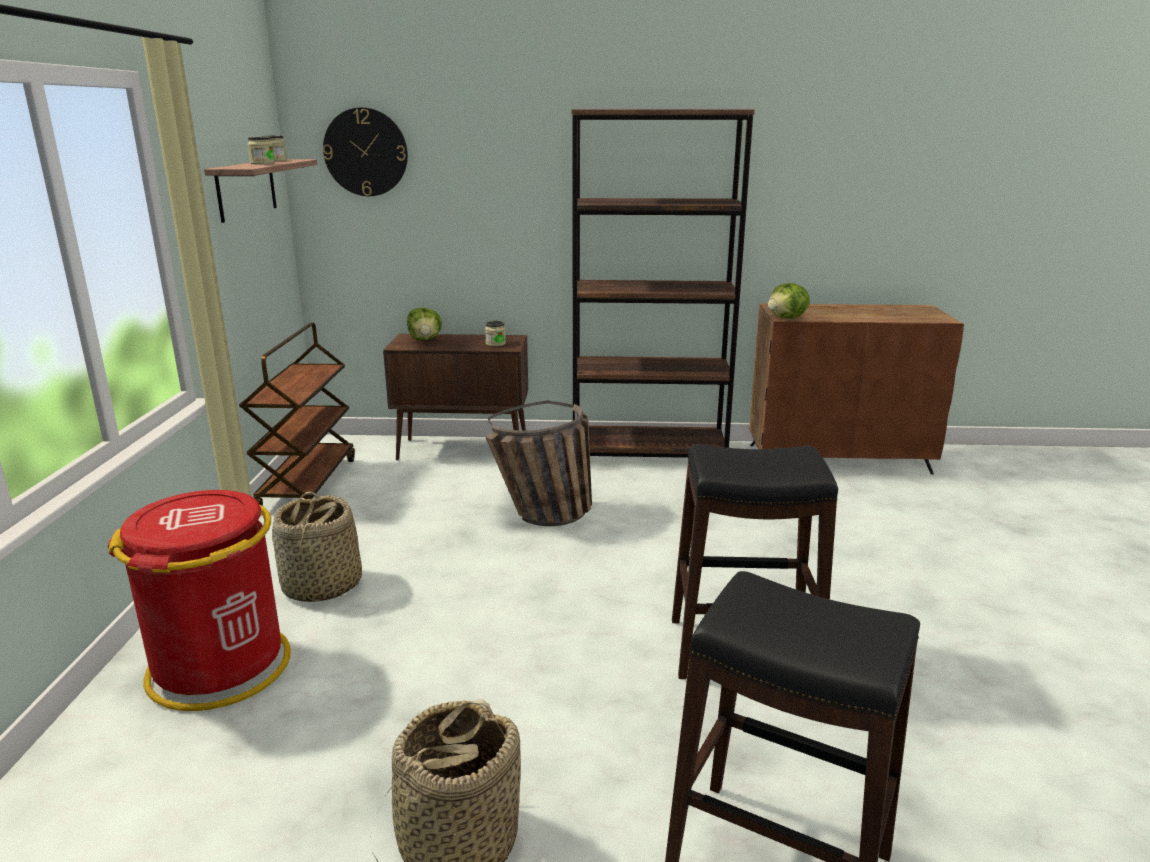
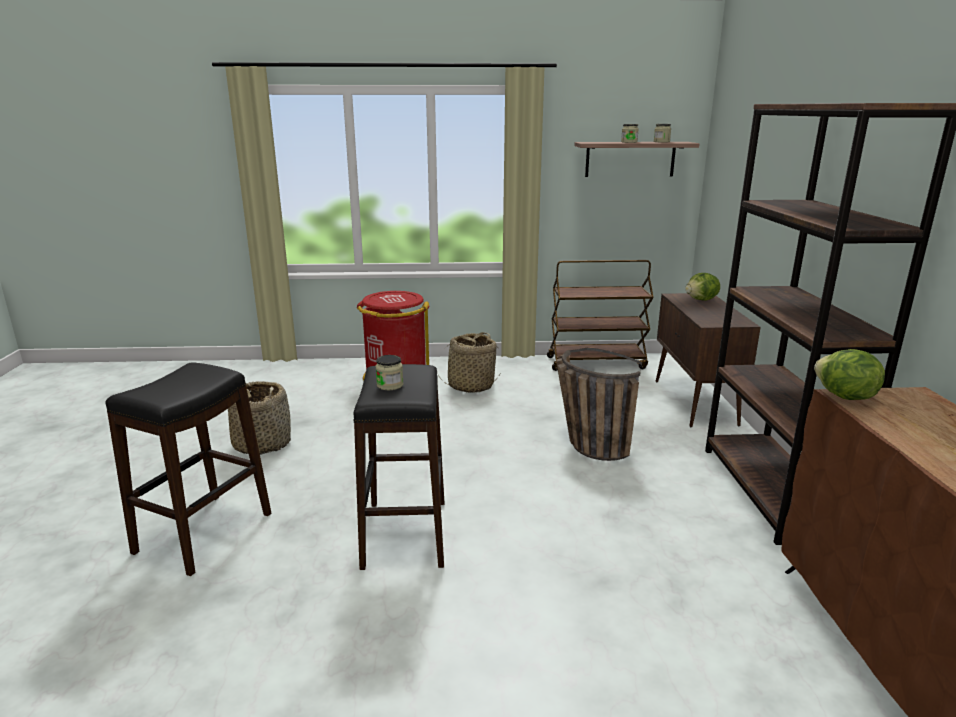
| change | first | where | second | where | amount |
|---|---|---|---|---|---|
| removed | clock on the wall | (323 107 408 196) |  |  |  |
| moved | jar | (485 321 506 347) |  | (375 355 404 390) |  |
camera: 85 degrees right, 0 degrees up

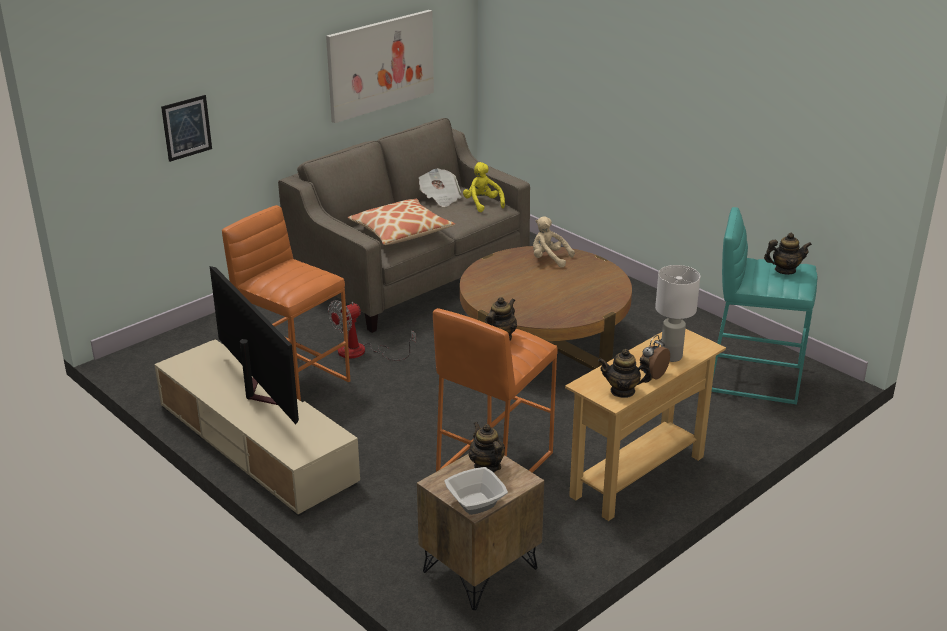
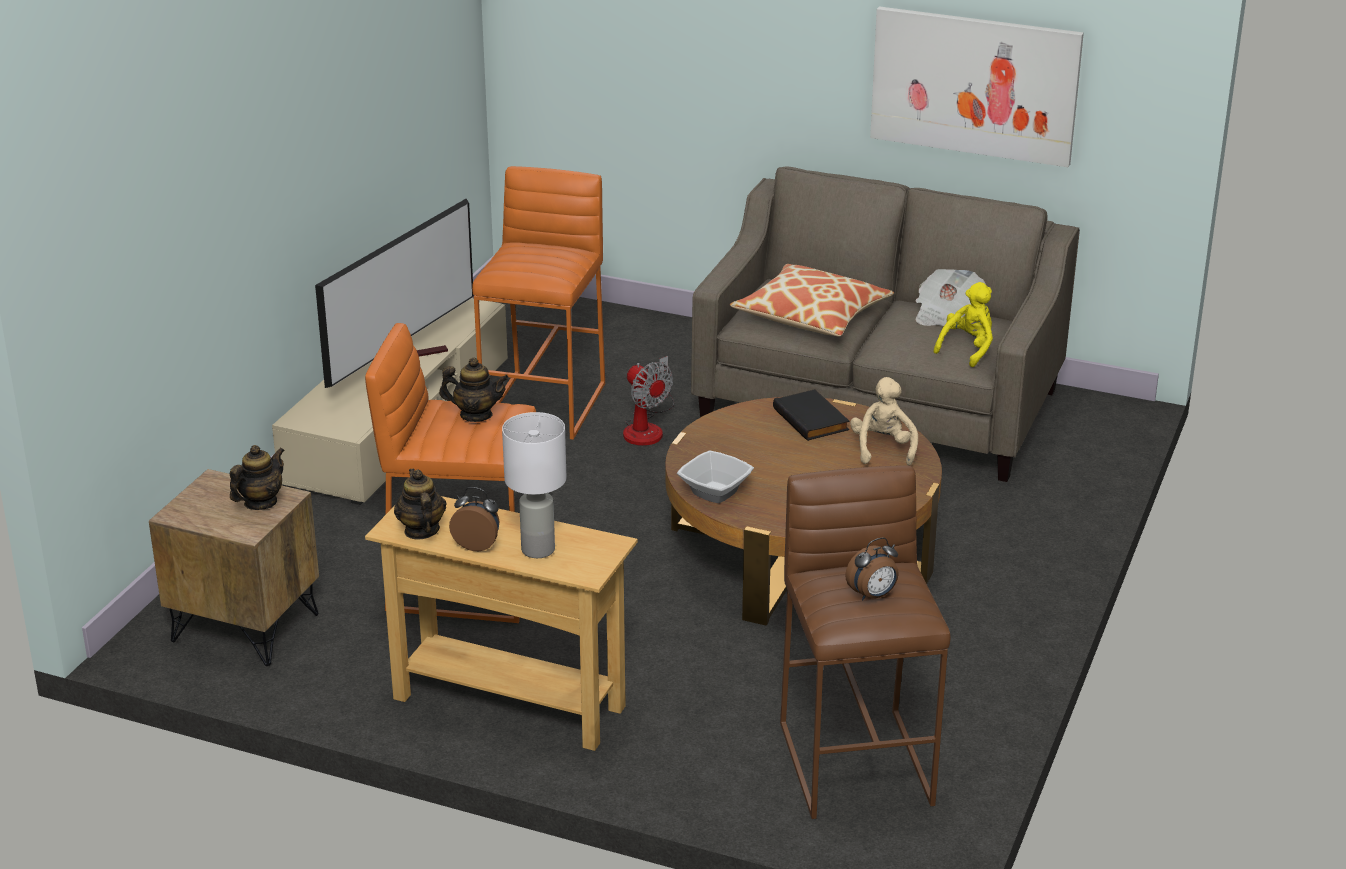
| change | first | where | second | where | amount |
|---|---|---|---|---|---|
| removed | wall art | (161 95 212 162) |  |  |  |
| turned | fan | (328 300 416 360) |  | (623 356 674 446) | 150 degrees counterclockwise |
| moved | deep dish | (444 467 508 515) |  | (677 451 754 503) |  |
| recoloured | turquoise-coloured stool seat | (712 207 817 405) | brownish stool seat | (780 465 951 819) |  |
| replaced | tea pot | (764 233 812 275) | alarm clock | (845 537 899 601) |  |
| added |  |  | black-coloured bound book | (773 389 849 441) |  |
camera: 65 degrees right, 0 degrees up

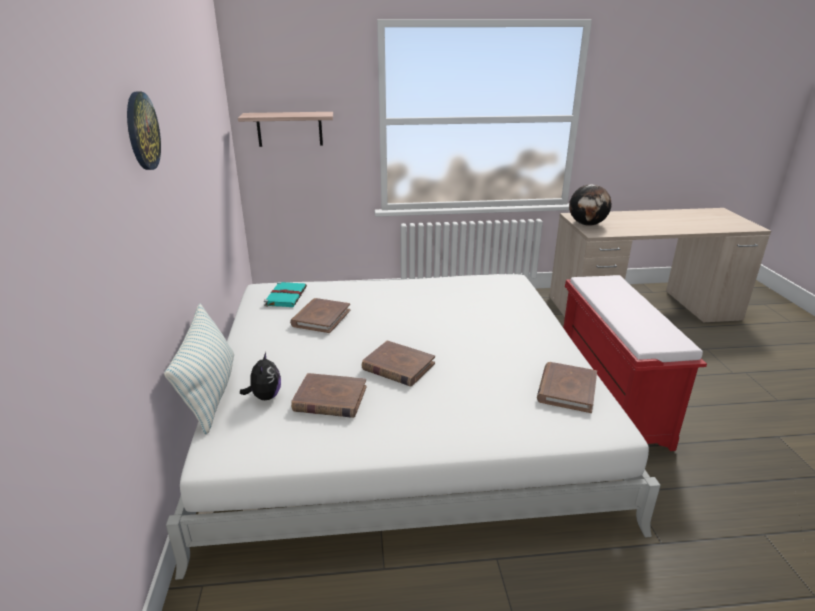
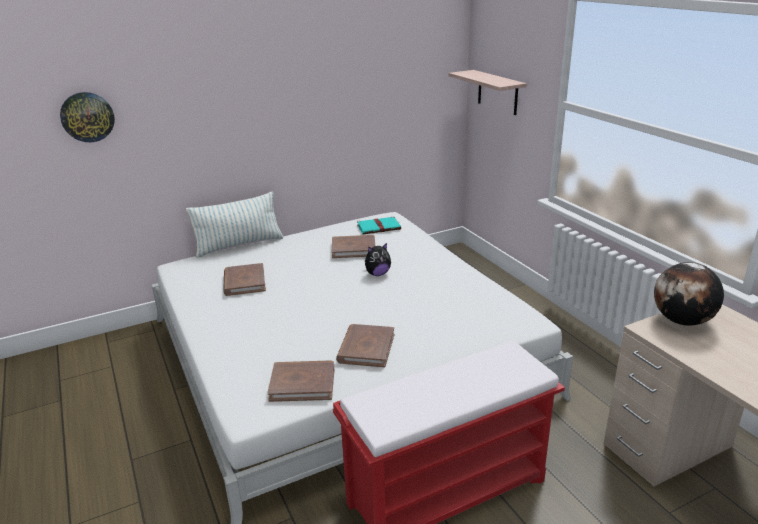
| change | first | where | second | where | amount |
|---|---|---|---|---|---|
| moved | clock on the wall | (127 92 161 170) |  | (60 92 115 142) |  |
| moved | plush toy | (240 352 281 400) |  | (365 243 391 276) |  |
| moved | brownish bound book | (362 341 435 387) |  | (336 324 394 367) |  |
camera: 70 degrees right, 0 degrees up

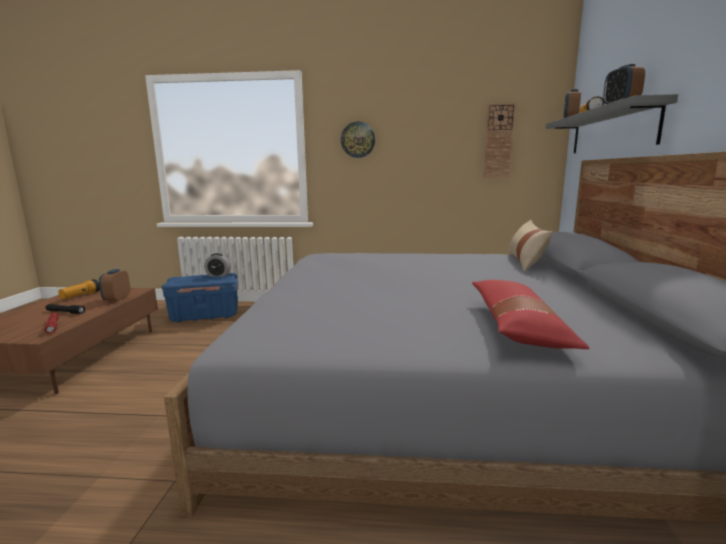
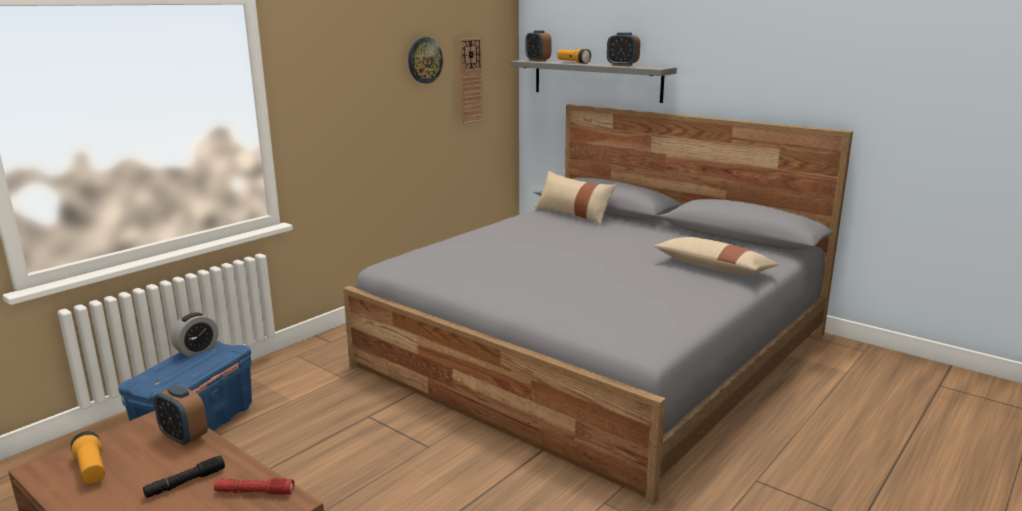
| change | first | where | second | where | amount |
|---|---|---|---|---|---|
| moved | clock on the wall | (341 122 375 158) |  | (408 37 443 84) |  |
| recoloured | red-coloured throw pillow | (472 280 589 349) | beige-coloured throw pillow | (654 237 779 275) |  |
camera: 55 degrees left, 5 degrees up

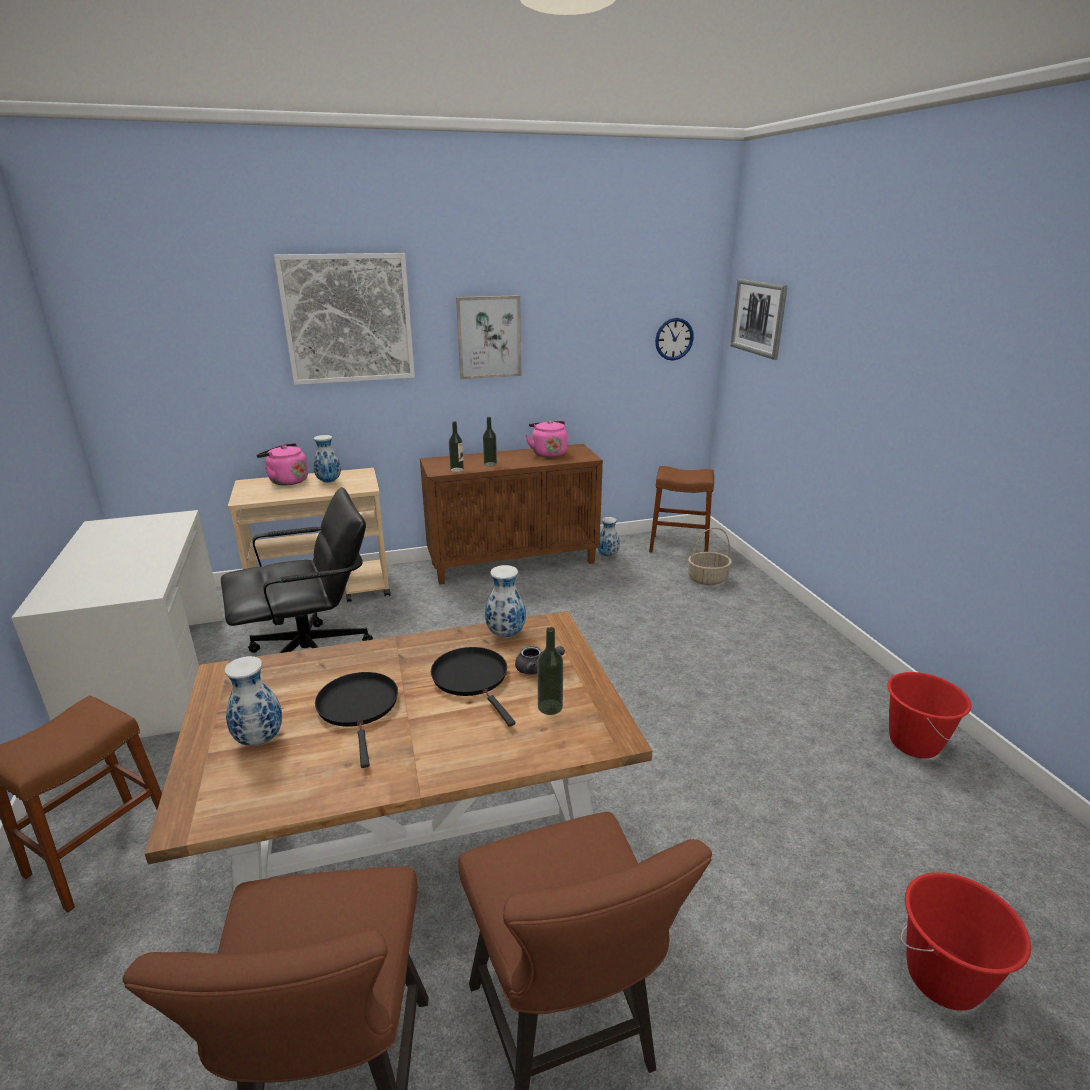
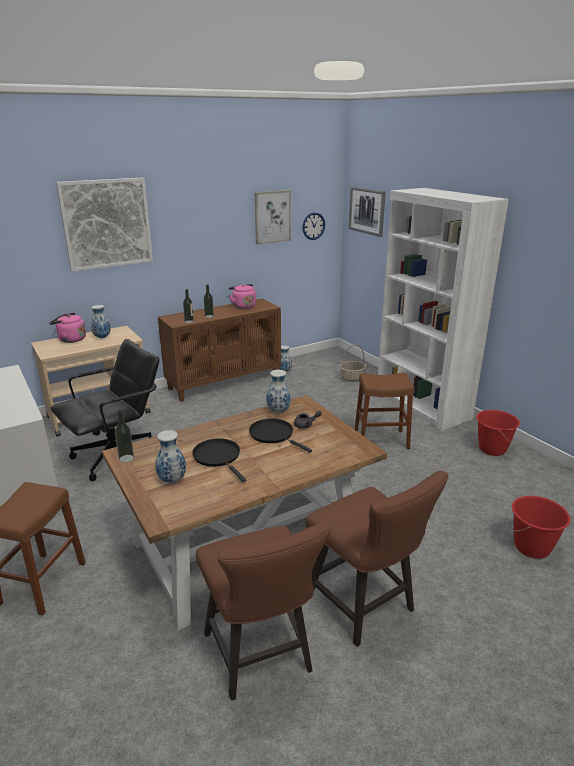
| change | first | where | second | where | amount |
|---|---|---|---|---|---|
| moved | wall art | (456 295 522 379) |  | (255 190 291 245) |  |
| moved | beverage bottle | (537 627 563 715) |  | (115 410 134 463) |  |
| moved | brownish stool seat | (649 466 714 553) |  | (354 373 414 449) |  |
| added |  |  | white-coloured shelving unit | (378 188 509 431) |  |
camera: 15 degrees left, 0 degrees up

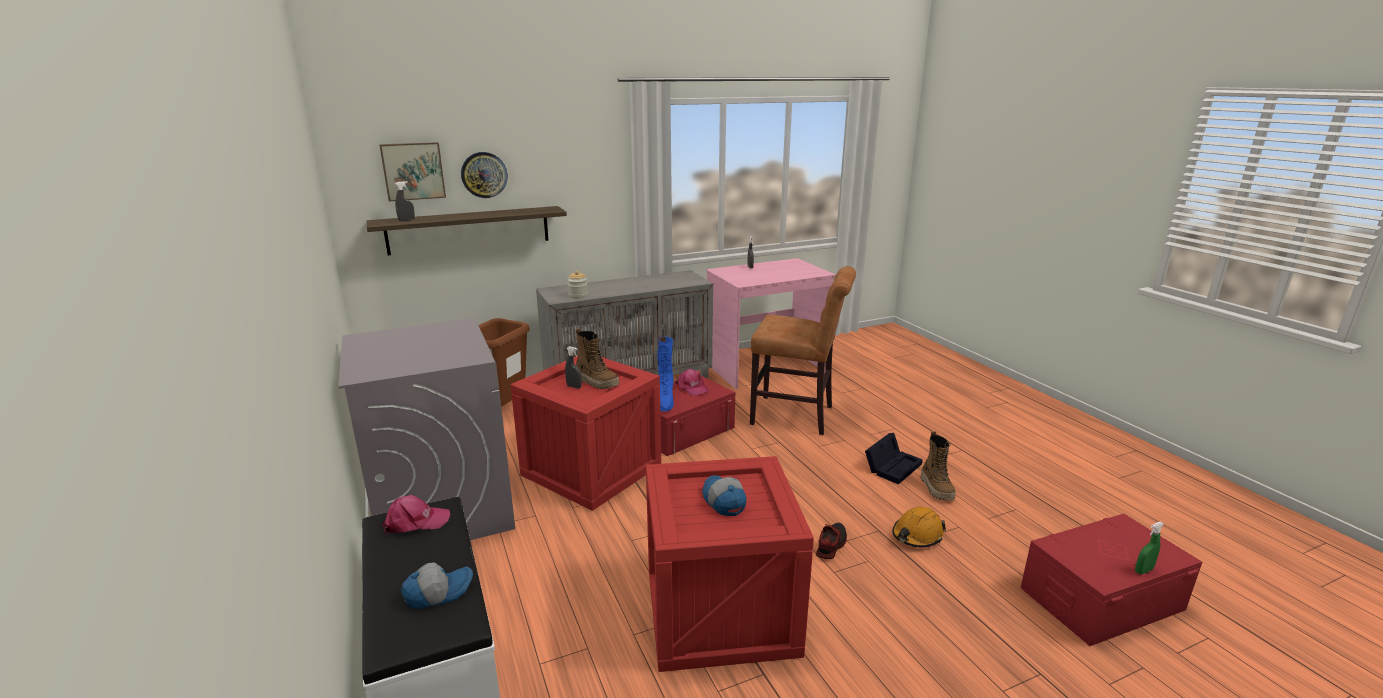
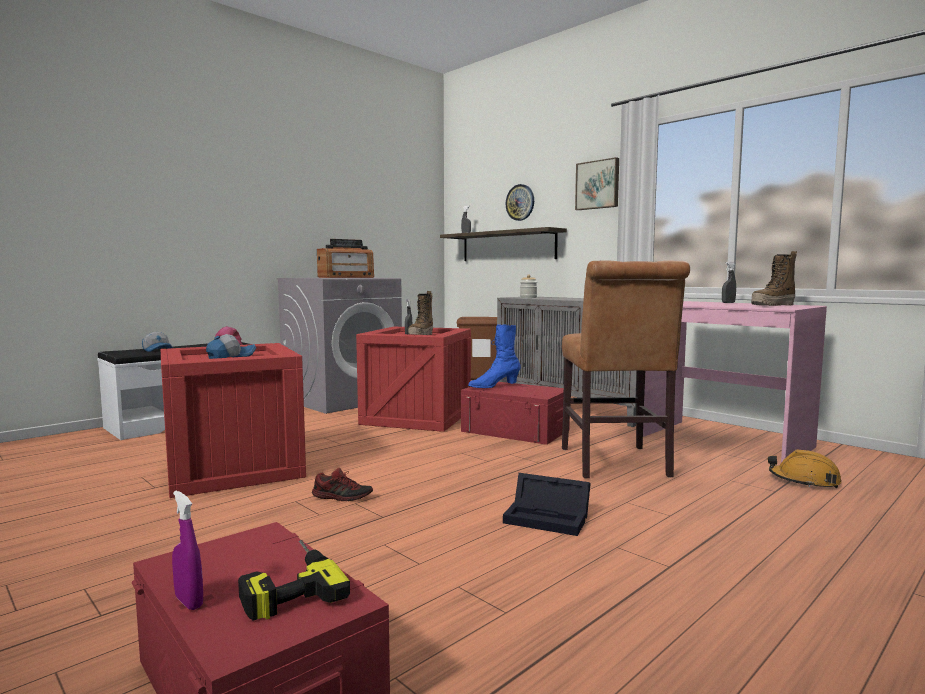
| change | first | where | second | where | amount |
|---|---|---|---|---|---|
| moved | wall art | (379 142 446 201) |  | (575 157 619 210) |  |
| removed | pinkish peaked cap | (675 369 709 395) |  |  |  |
| moved | orange-coloured hard hat | (892 507 946 547) |  | (768 449 842 488) |  |
| moved | boot | (920 431 956 500) |  | (751 251 797 306) |  |
| recoloured | green-coloured spray bottle | (1135 521 1164 574) | purple-coloured spray bottle | (172 491 203 610) |  |
| added |  |  | electric drill | (238 540 350 620) |  |
| added |  |  | radio receiver | (317 239 374 278) |  |
camera: 70 degrees right, 15 degrees down

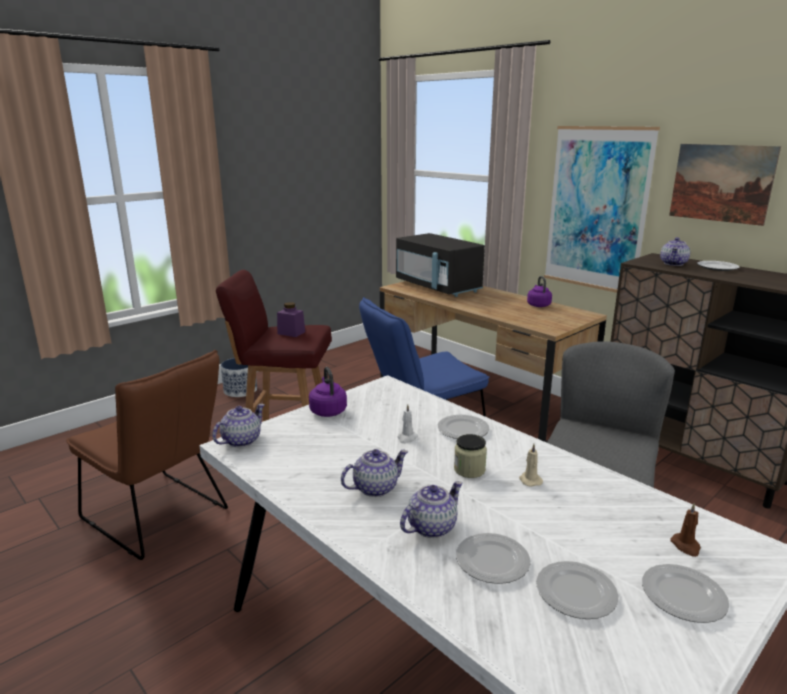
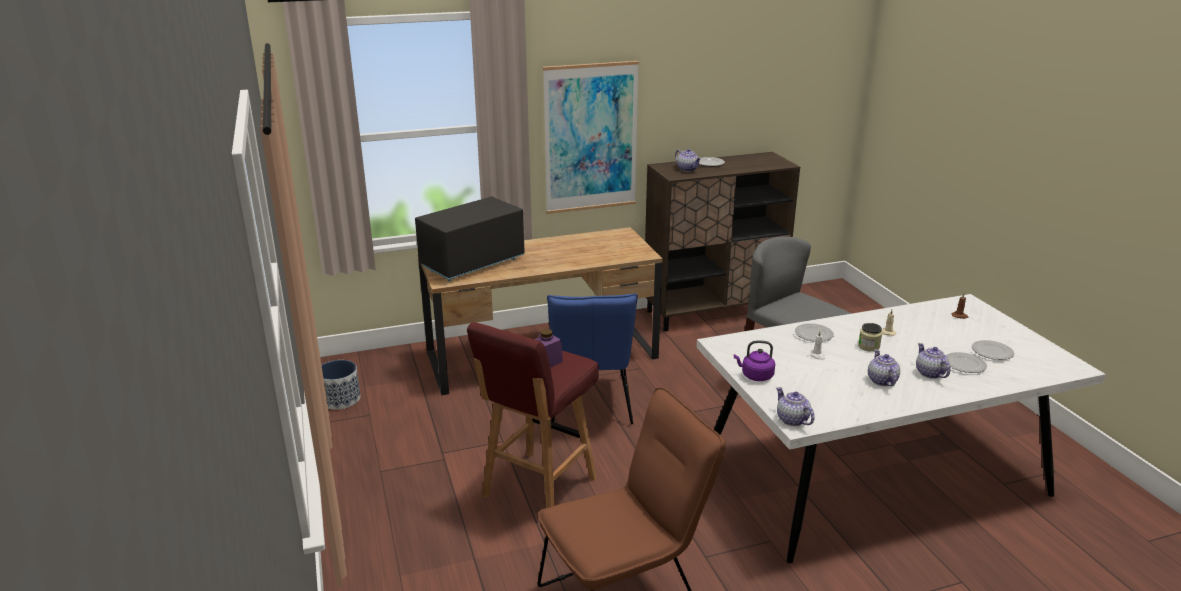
| change | first | where | second | where | amount |
|---|---|---|---|---|---|
| moved | planter | (221 358 257 397) |  | (322 360 360 410) |  |
| turned | black-coloured microwave oven | (396 233 485 297) |  | (415 196 525 282) | 150 degrees clockwise |
| removed | purple-coloured tea kettle | (527 276 552 307) |  |  |  |
| removed | flat dish | (642 564 729 623) |  |  |  |
| removed | wall art | (669 144 781 226) |  |  |  |
camera: 65 degrees left, 5 degrees up

